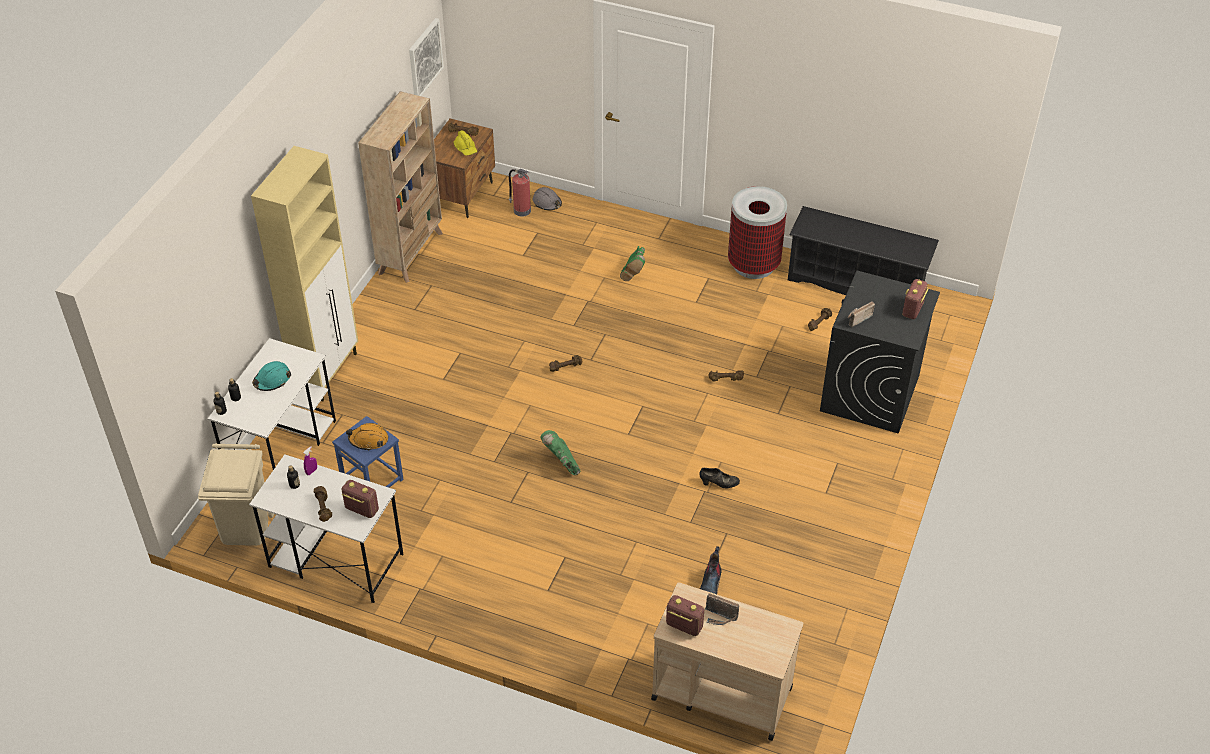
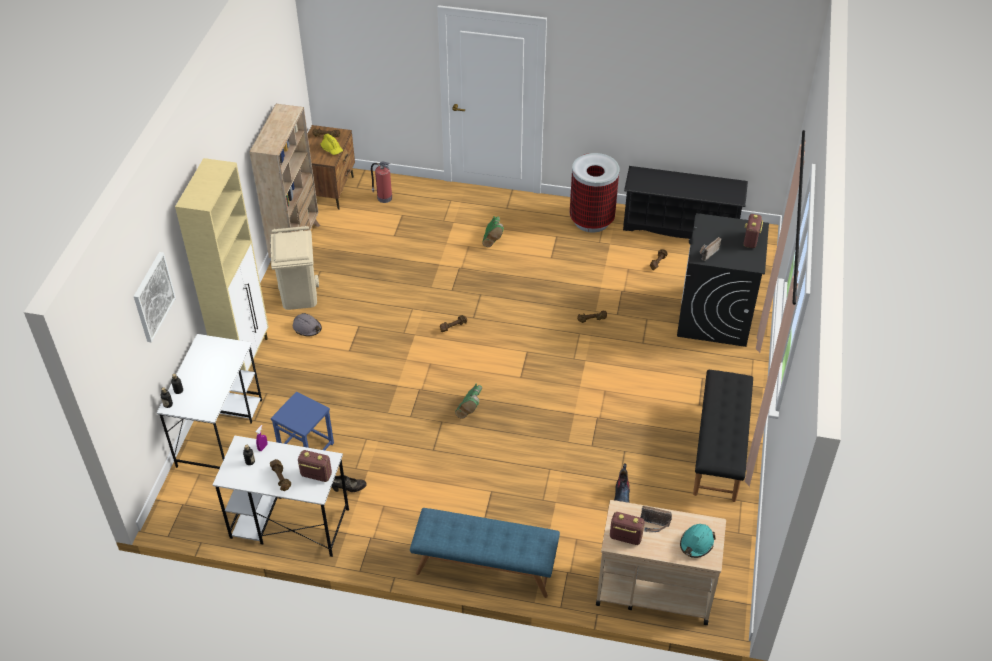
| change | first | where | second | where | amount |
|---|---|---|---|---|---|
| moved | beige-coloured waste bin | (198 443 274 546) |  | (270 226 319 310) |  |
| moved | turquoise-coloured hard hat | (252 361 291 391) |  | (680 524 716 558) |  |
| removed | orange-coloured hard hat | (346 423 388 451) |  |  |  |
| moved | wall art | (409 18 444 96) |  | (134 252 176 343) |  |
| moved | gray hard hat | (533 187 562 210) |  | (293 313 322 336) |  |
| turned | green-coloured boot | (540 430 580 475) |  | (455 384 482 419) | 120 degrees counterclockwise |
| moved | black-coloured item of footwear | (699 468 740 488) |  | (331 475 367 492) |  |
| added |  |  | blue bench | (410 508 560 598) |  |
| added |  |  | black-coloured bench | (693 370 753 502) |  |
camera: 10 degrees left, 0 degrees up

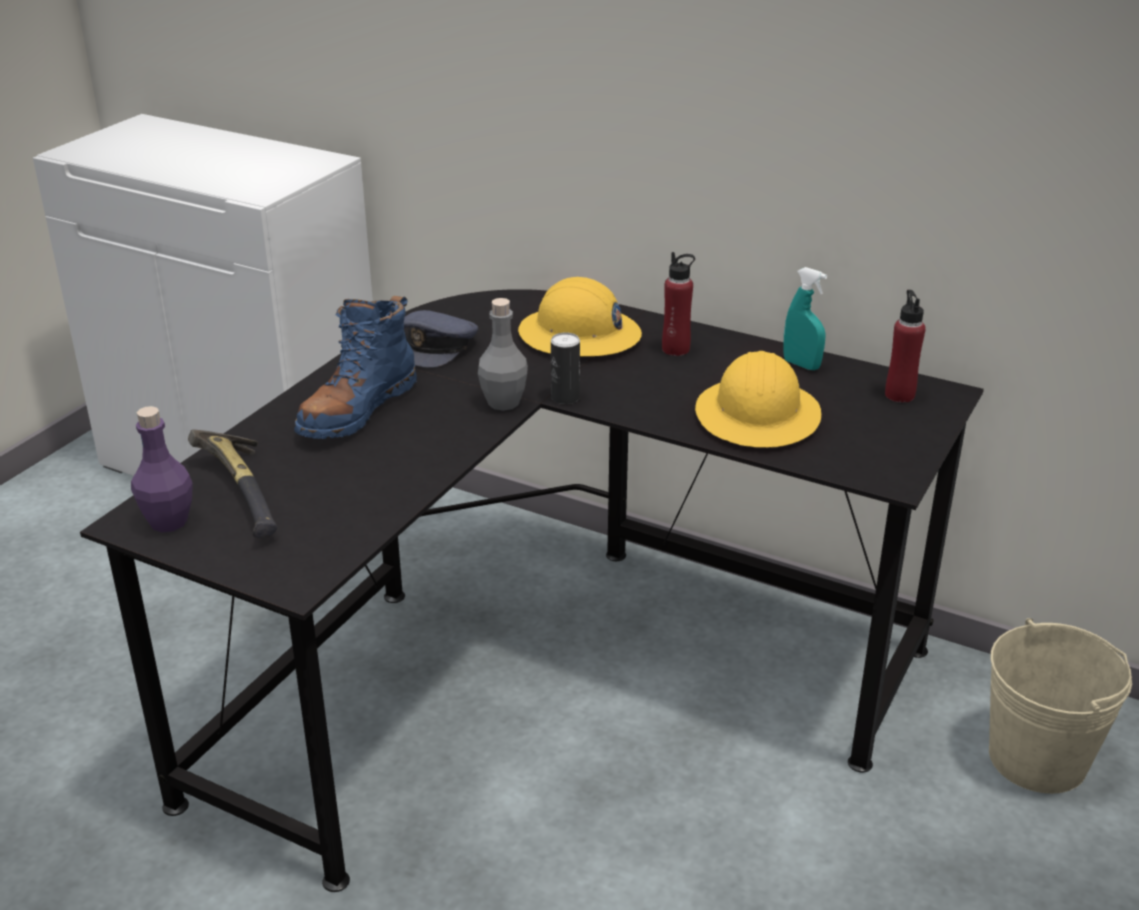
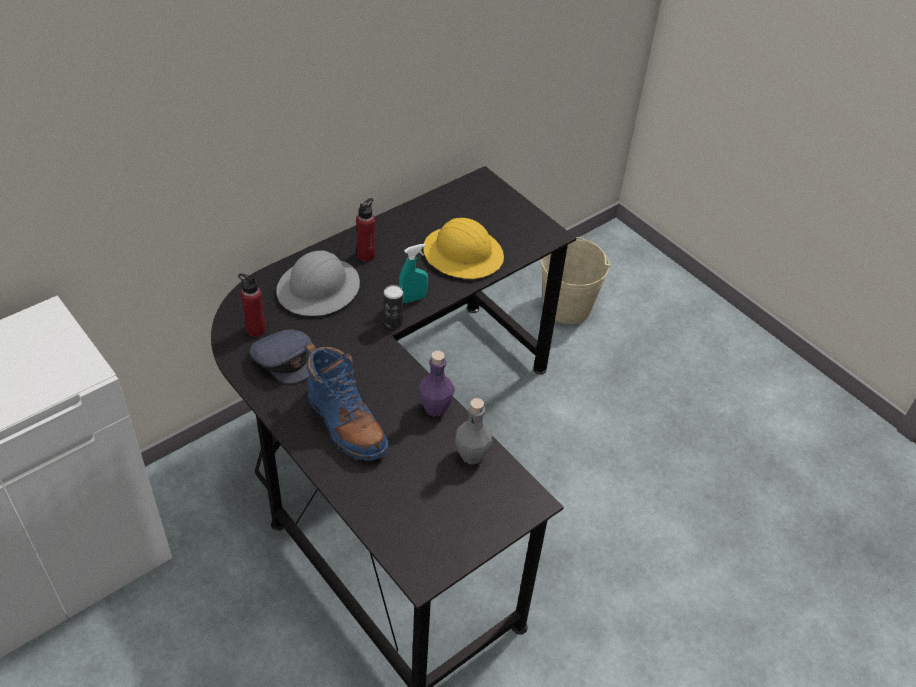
| change | first | where | second | where | amount |
|---|---|---|---|---|---|
| moved | purple-coloured beverage bottle | (131 406 193 533) |  | (418 351 455 416) |  |
| removed | tool hammer | (188 430 277 538) |  |  |  |
| moved | gray beverage bottle | (478 298 528 411) |  | (455 398 492 464) |  |
| recoloured | yellow hard hat | (518 277 642 357) | gray hard hat | (276 250 360 316) |  |
| moved | turquoise-coloured spray bottle | (783 267 827 370) |  | (398 244 428 303) |  |
| moved | red-coloured beverage bottle | (885 290 926 403) |  | (238 273 266 337) |  |
camera: 70 degrees left, 15 degrees up

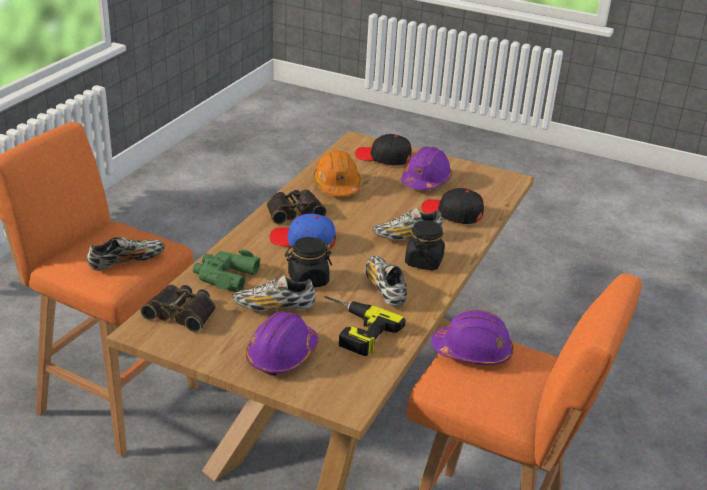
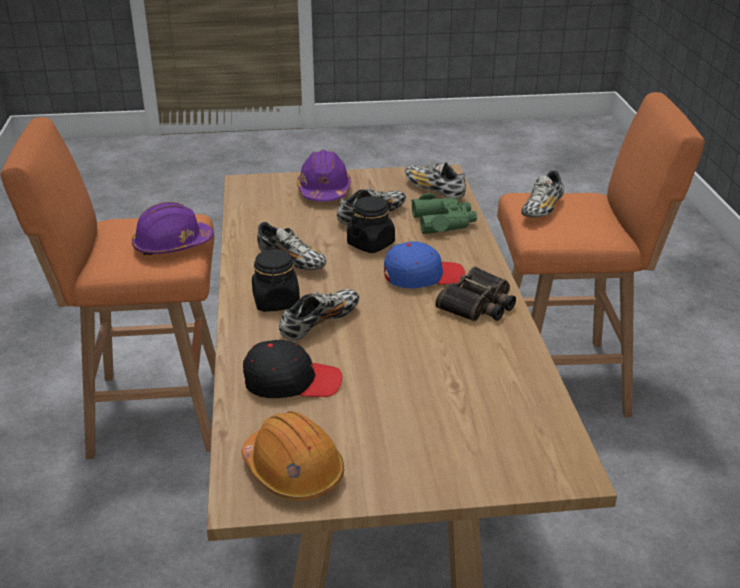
| change | first | where | second | where | amount |
|---|---|---|---|---|---|
| replaced | binoculars | (140 284 215 333) | item of footwear | (405 162 466 199) |  |
| moved | orange-coloured hard hat | (313 150 361 196) |  | (242 411 344 500) |  |
| removed | electric drill | (324 296 406 356) |  |  |  |
| removed | black-coloured peaked cap | (355 134 412 166) |  |  |  |
| removed | purple-coloured hard hat | (401 146 452 190) |  |  |  |
camera: 150 degrees right, 0 degrees up

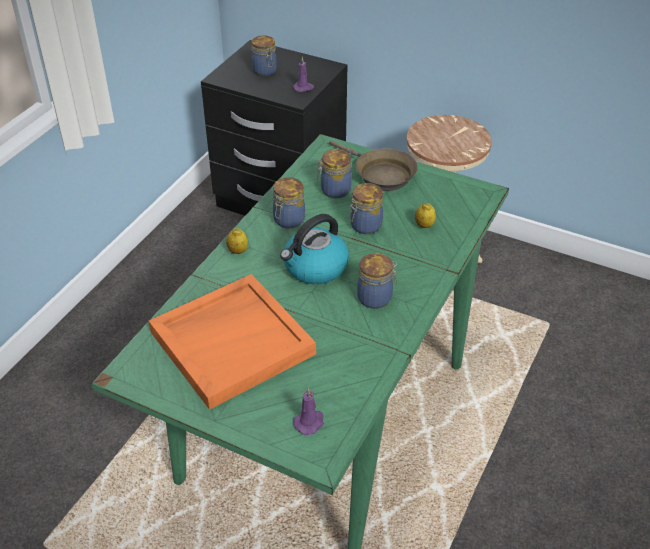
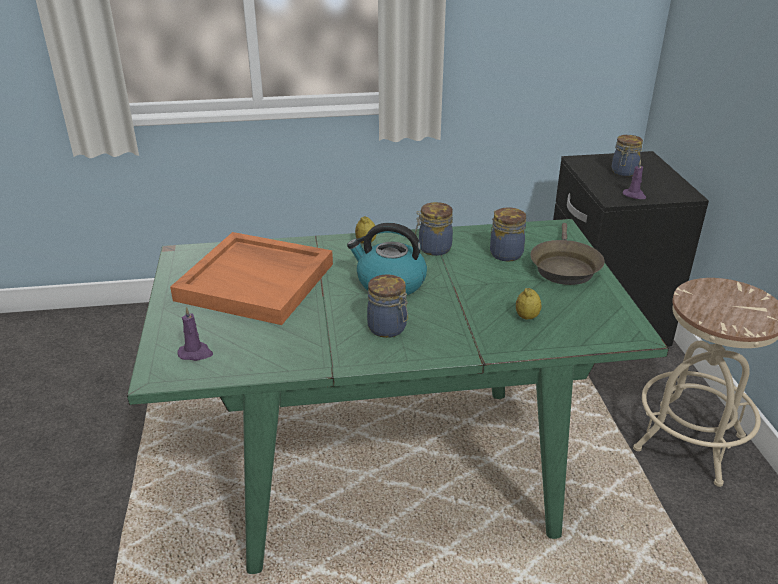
| change | first | where | second | where | amount |
|---|---|---|---|---|---|
| removed | jar | (349 183 383 234) |  |  |  |
camera: 55 degrees right, 10 degrees down

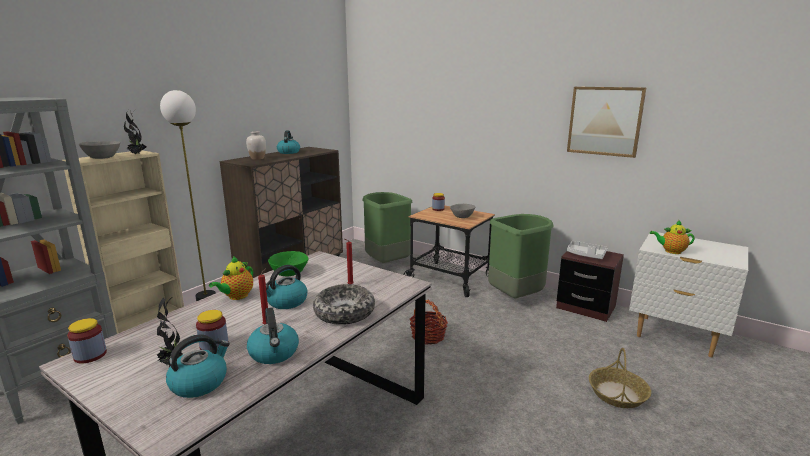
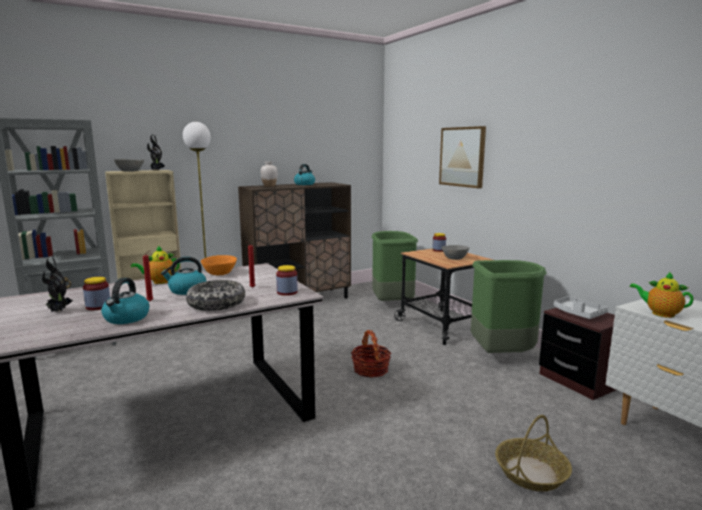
| change | first | where | second | where | amount |
|---|---|---|---|---|---|
| moved | jar | (67 318 107 363) |  | (276 265 298 296) |  |
| removed | tea kettle | (166 334 230 398) |  |  |  |
| recoloured | green-coloured deep dish | (268 251 309 276) | orange-coloured deep dish | (201 255 237 275) |  |
| moved | wall art | (567 87 646 158) |  | (439 126 486 188) |  |
camera: 25 degrees right, 5 degrees down

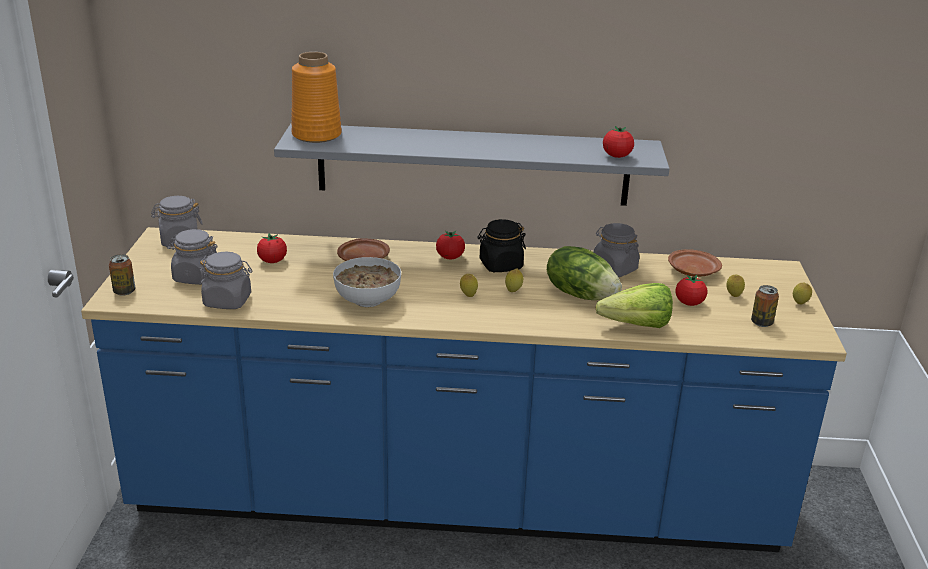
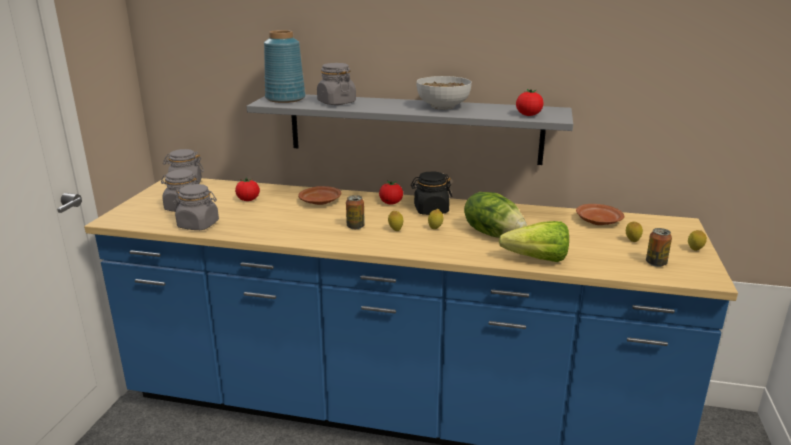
| change | first | where | second | where | amount |
|---|---|---|---|---|---|
| moved | can | (109 254 135 296) |  | (346 195 365 229) |  |
| recoloured | orange-coloured decorative vase | (291 52 342 143) | blue decorative vase | (264 30 305 103) |  |
| moved | deep dish | (333 257 401 307) |  | (416 76 472 110) |  |
| moved | gray jar | (593 223 639 277) |  | (317 63 356 105) |  |
| removed | fresh tomato | (675 274 708 306) |  |  |  |
camera: 10 degrees right, 5 degrees down

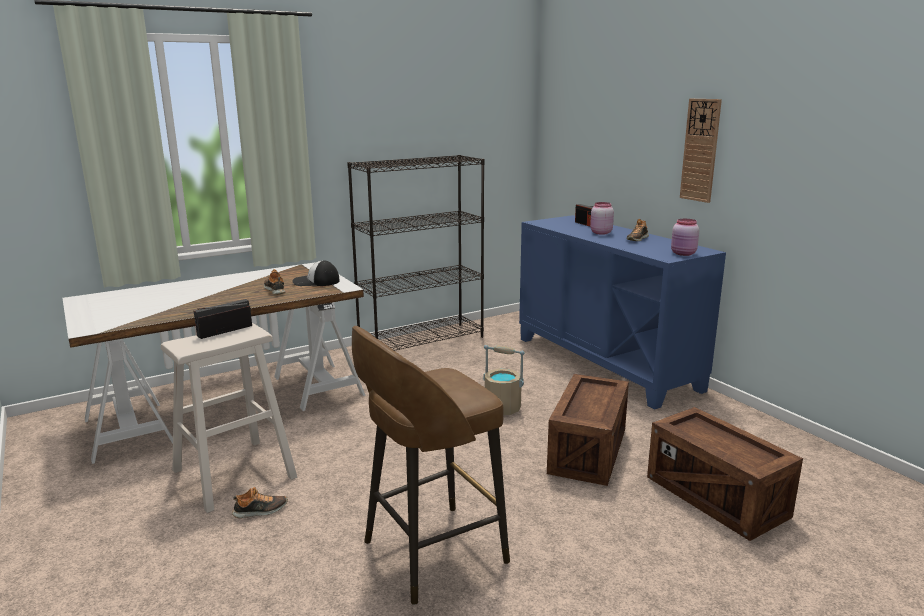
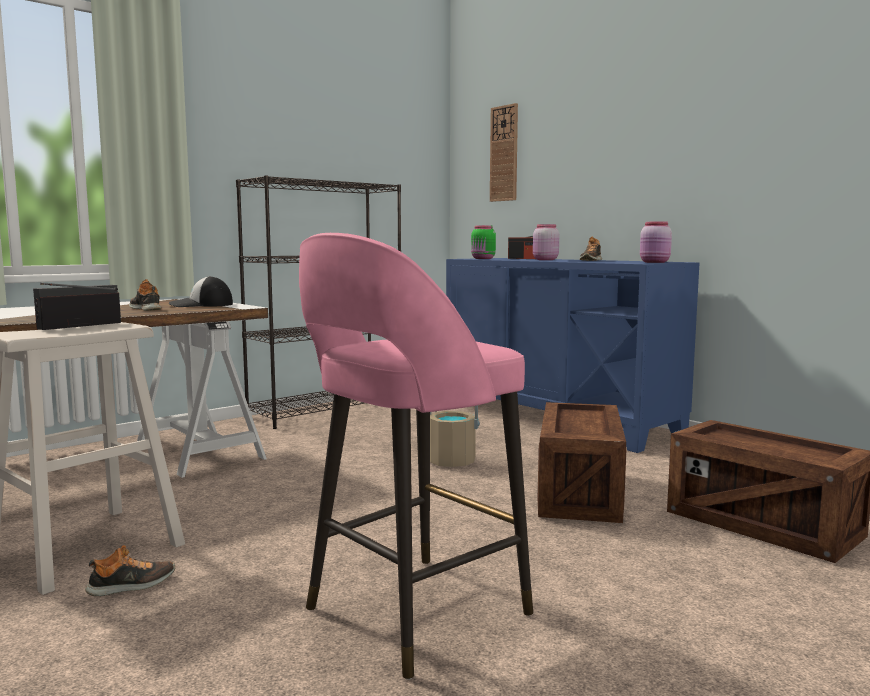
| change | first | where | second | where | amount |
|---|---|---|---|---|---|
| recoloured | brownish stool seat | (352 326 510 605) | pinkish stool seat | (299 233 533 680) |  |
| moved | clock on the wall | (680 99 722 203) |  | (490 103 518 202) |  |
| added |  |  | green-coloured jar | (471 225 496 259) |  |
camera: 10 degrees left, 10 degrees down

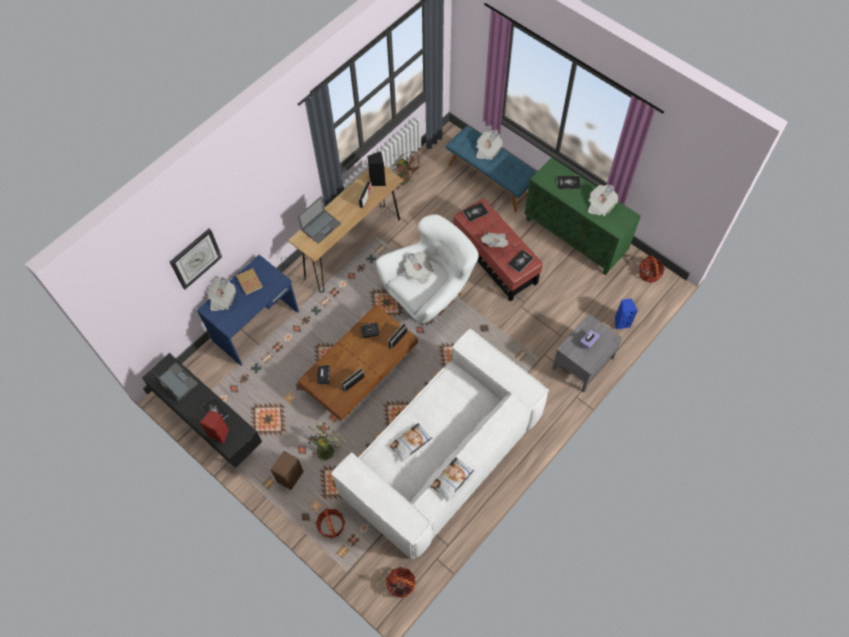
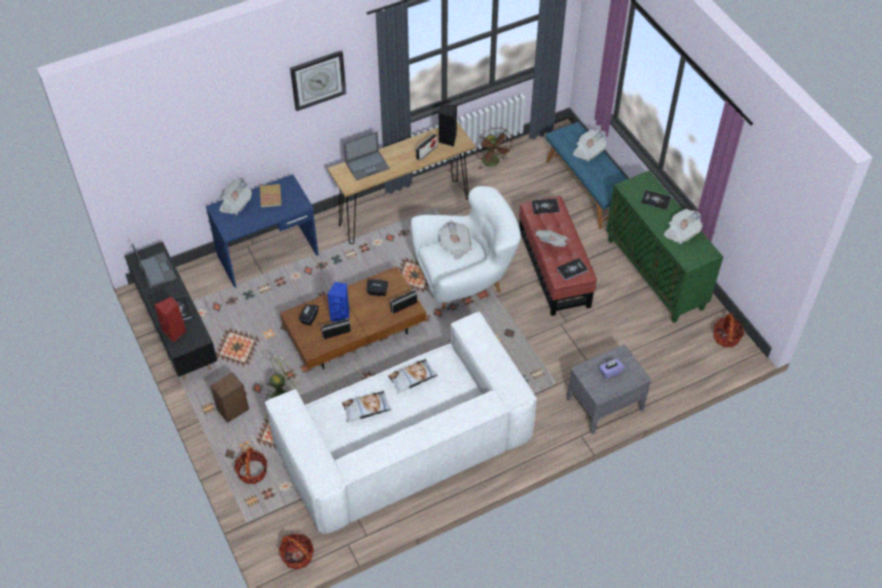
| change | first | where | second | where | amount |
|---|---|---|---|---|---|
| moved | clock on the wall | (170 229 222 289) |  | (290 50 346 111) |  |
| moved | throw pillow | (430 457 474 501) |  | (388 359 438 393) |  |
| moved | blue speaker | (615 298 638 329) |  | (327 282 350 322) |  |
camera: 20 degrees right, 10 degrees down

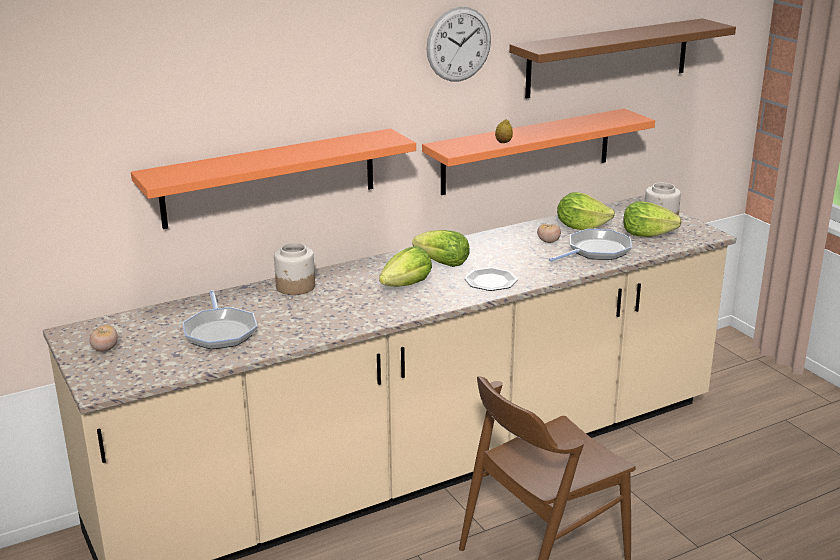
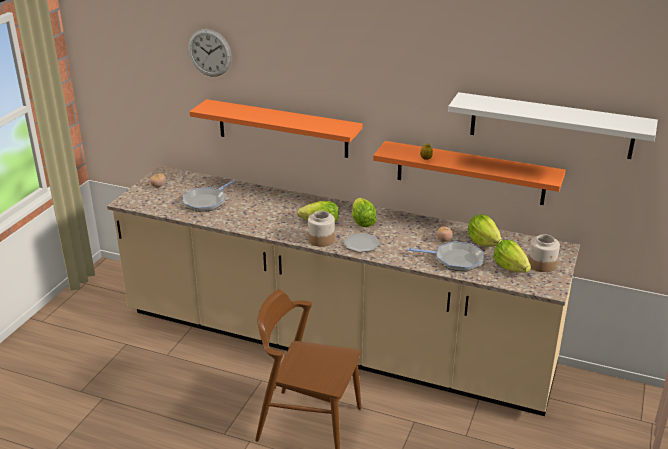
| change | first | where | second | where | amount |
|---|---|---|---|---|---|
| moved | jar | (274 243 315 295) |  | (308 211 335 247) |  |
| moved | clock on the wall | (426 7 491 82) |  | (188 29 232 77) |  |
| recoloured | brownish shelf | (509 18 736 98) | white-coloured shelf | (448 92 658 159) |  |
camera: 50 degrees right, 5 degrees up

